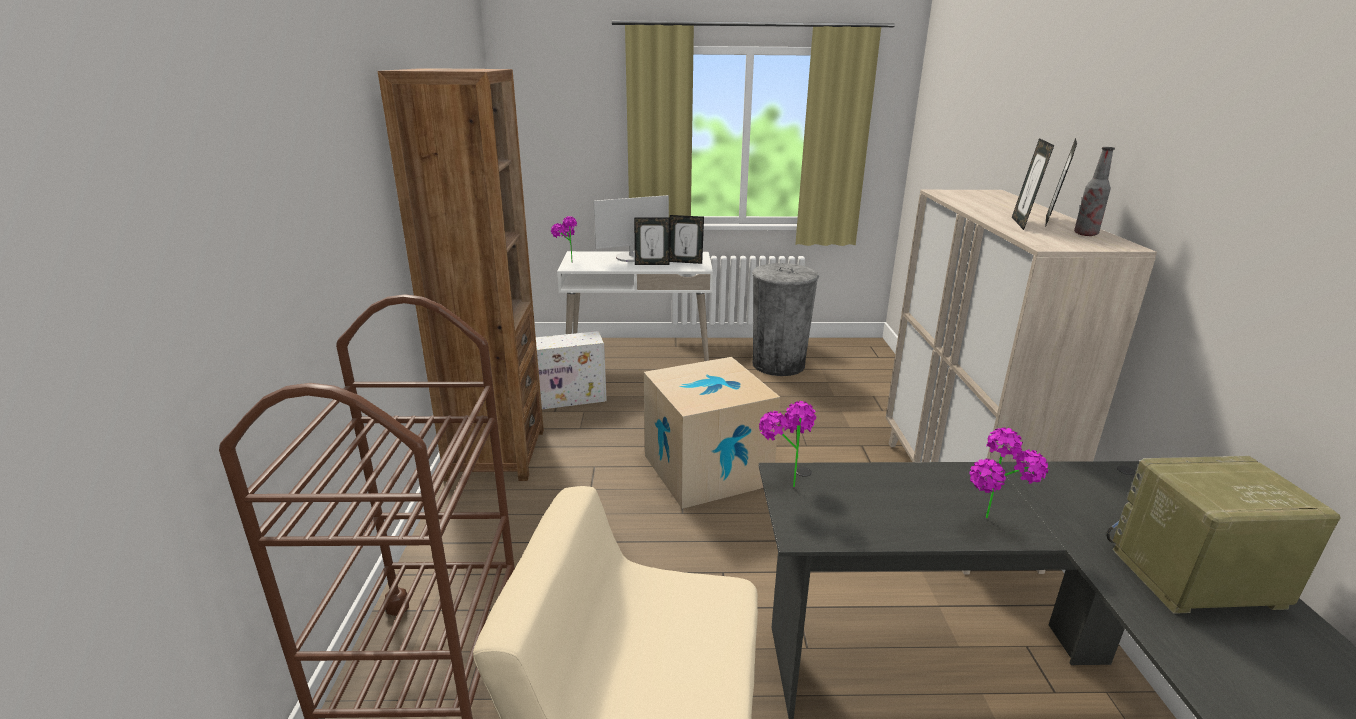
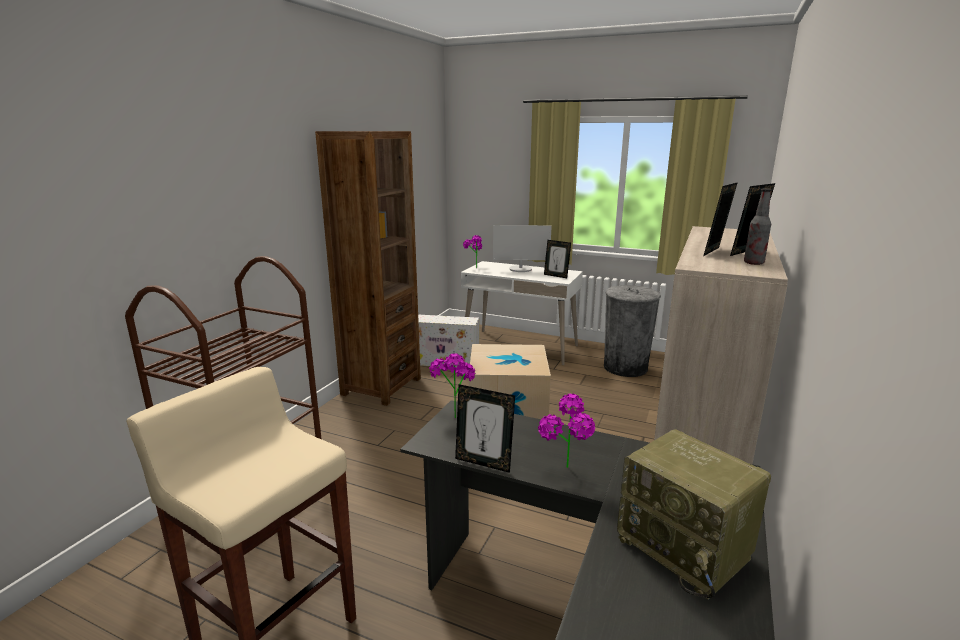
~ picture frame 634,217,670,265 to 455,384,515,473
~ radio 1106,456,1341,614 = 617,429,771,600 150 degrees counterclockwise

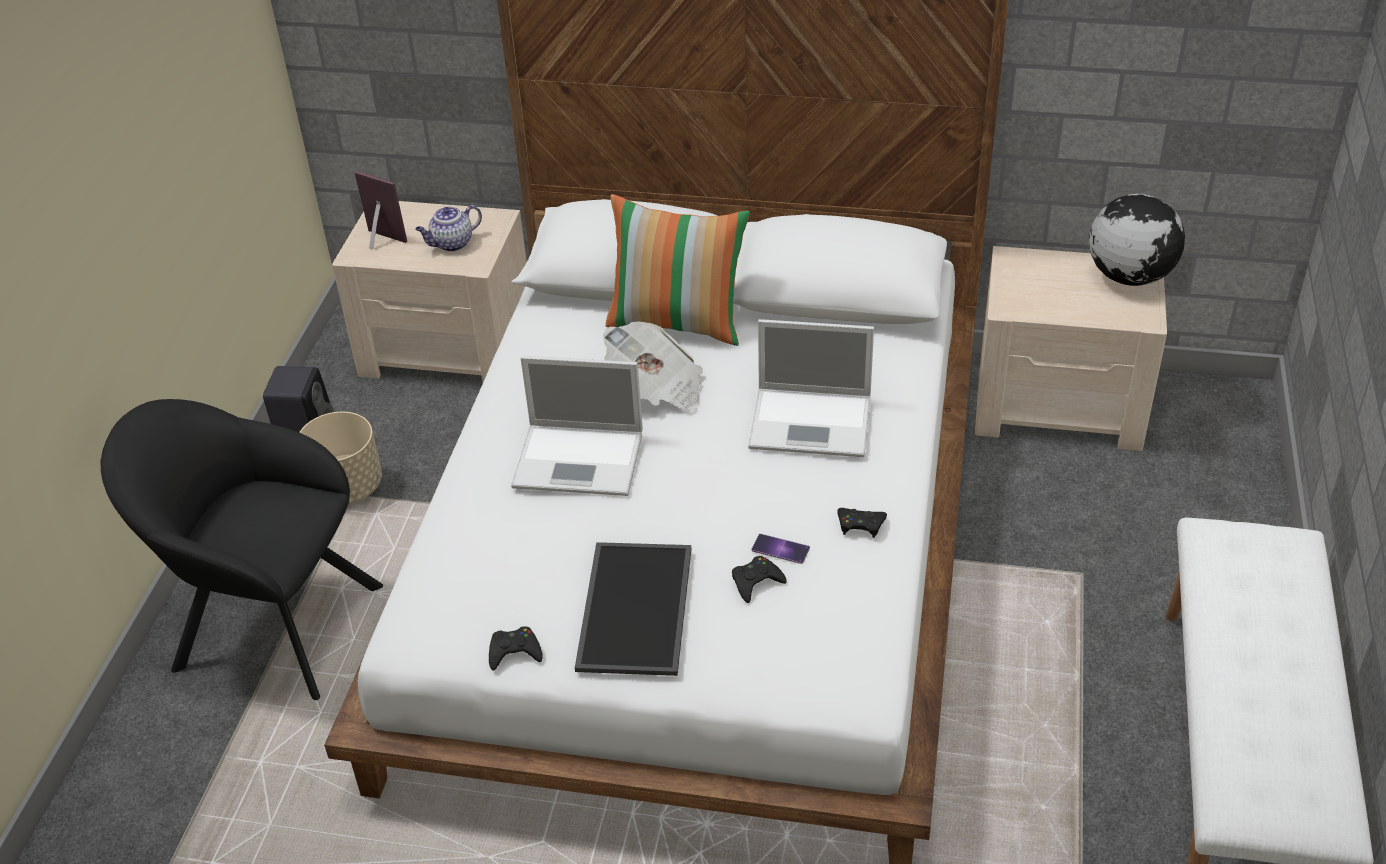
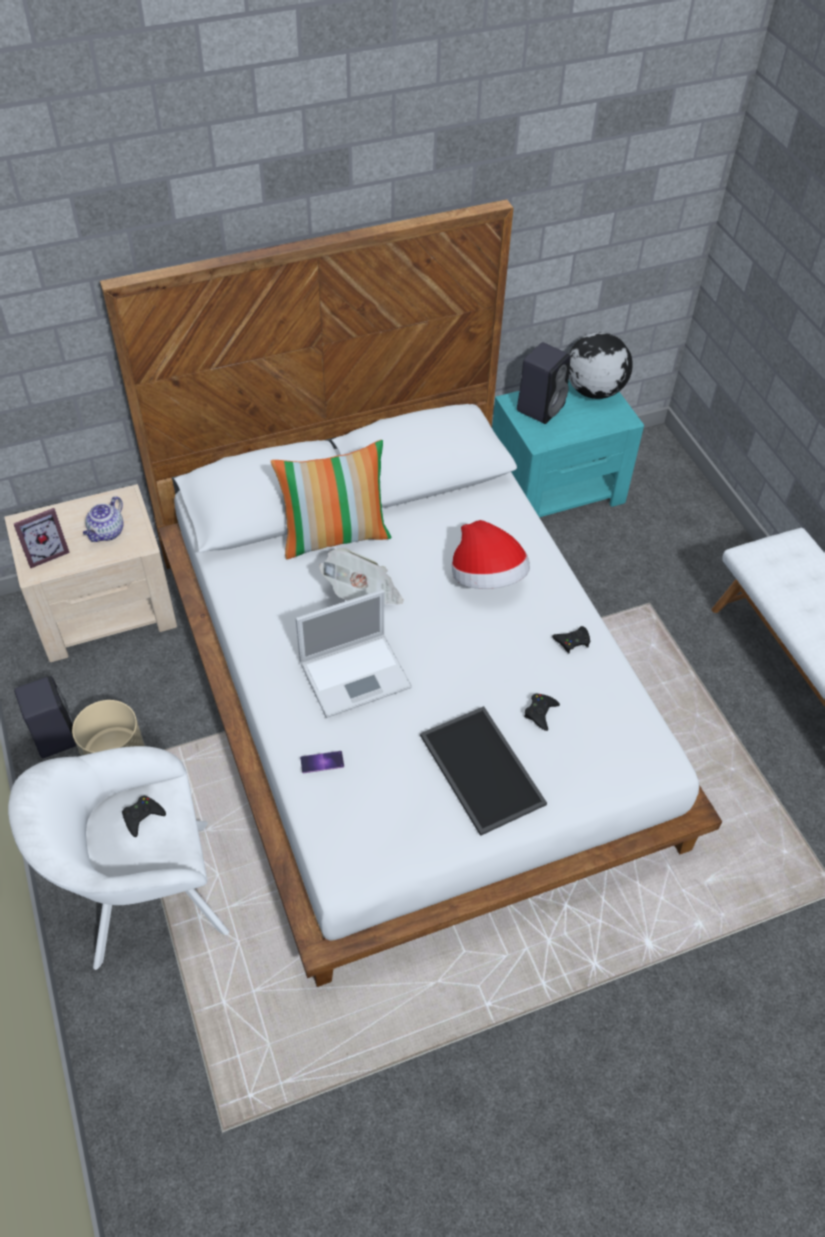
+ black speaker 517,342,570,424
~ black game controller 489,626,543,671 to 122,796,166,837
~ phone 752,534,810,564 to 300,751,344,773
~ laptop 748,319,874,457 to hat 452,520,530,589
~ black armchair 101,399,383,700 to white armchair 8,746,229,970
~ beige nightstand 975,246,1167,451 to turquoise nightstand 492,380,644,517
~ picture frame 355,171,407,249 = 14,508,70,568 150 degrees clockwise

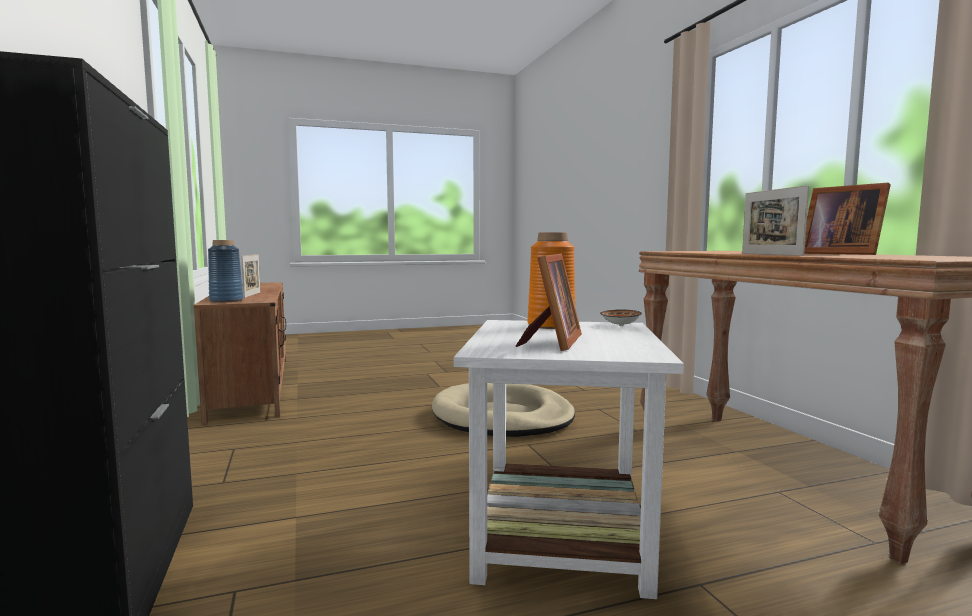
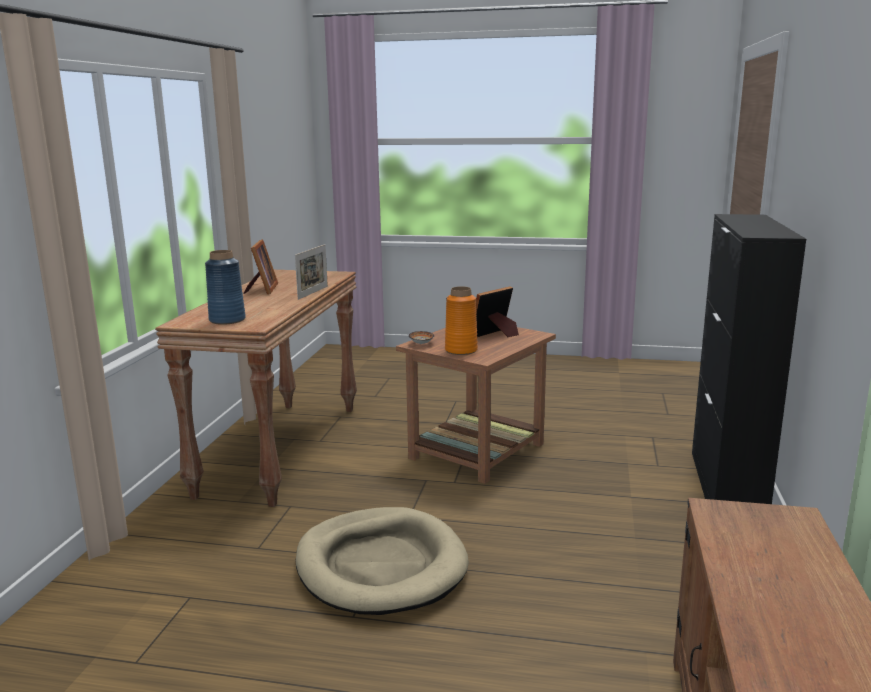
- picture frame 241,254,260,298
~ blue vase 208,240,244,303 to 205,250,246,325
~ white side table 454,320,684,599 to brown side table 396,327,556,484

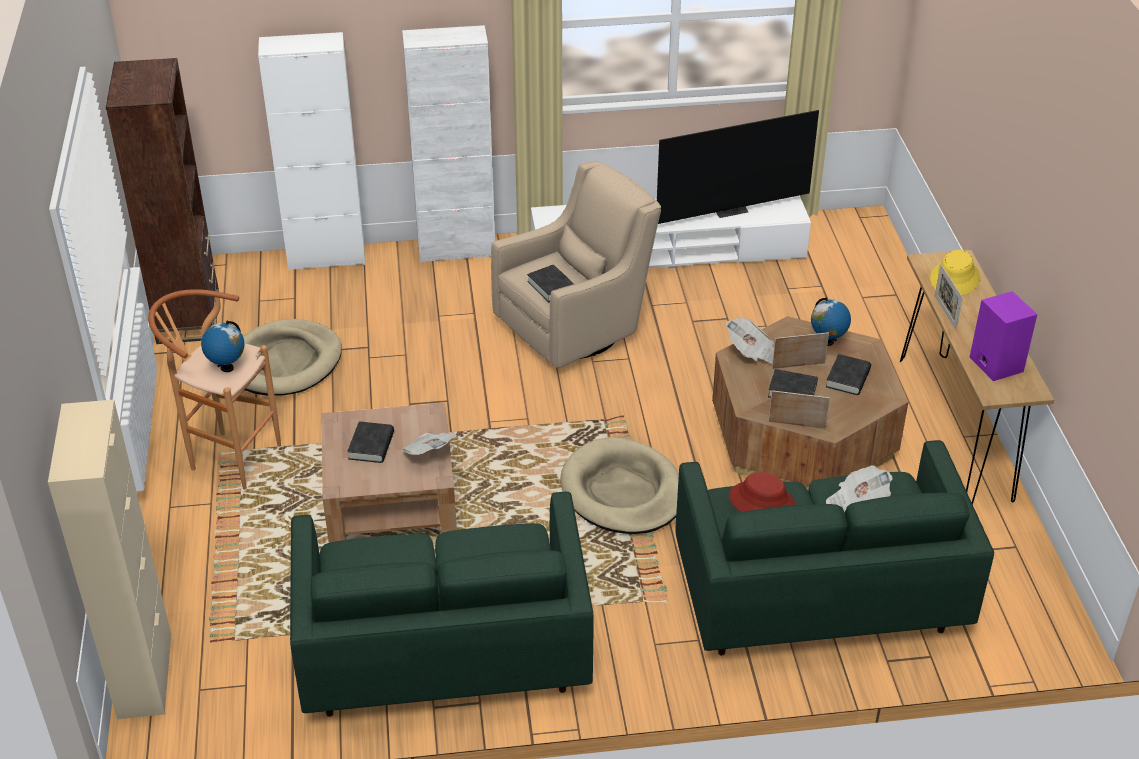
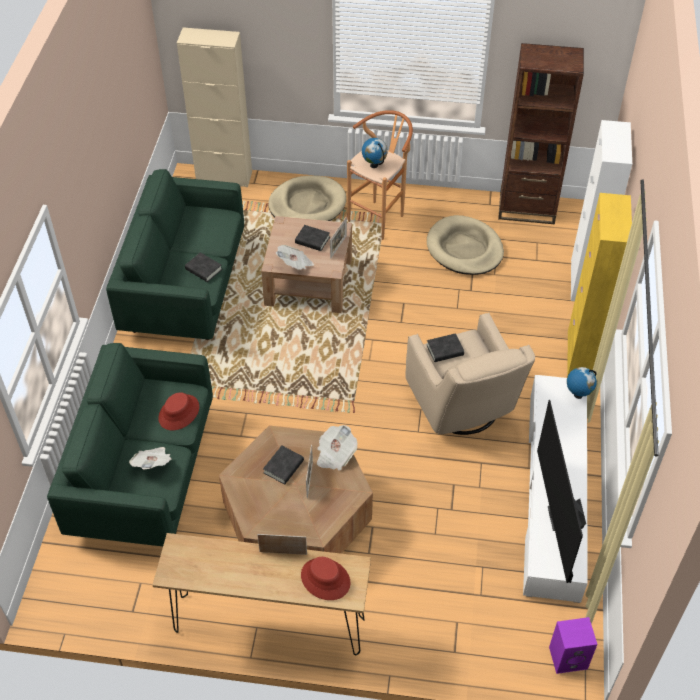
~ beige dog bed 560,437,679,534 to 268,175,346,221
~ picture frame 769,390,830,429 to 330,217,347,259
~ globe 811,297,851,346 to 567,367,597,399
~ black book 826,354,871,395 to 185,252,222,282
~ purple speaker 970,291,1037,381 to 549,617,597,674
~ white cabinet 402,25,495,263 to yellow cabinet 567,193,632,377
~ yellow hat 930,250,980,296 to red hat 301,557,351,600

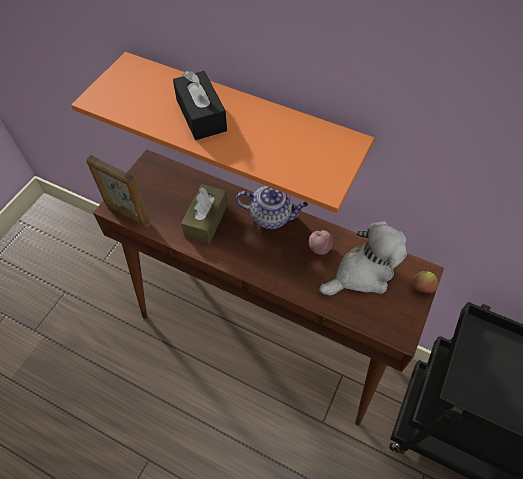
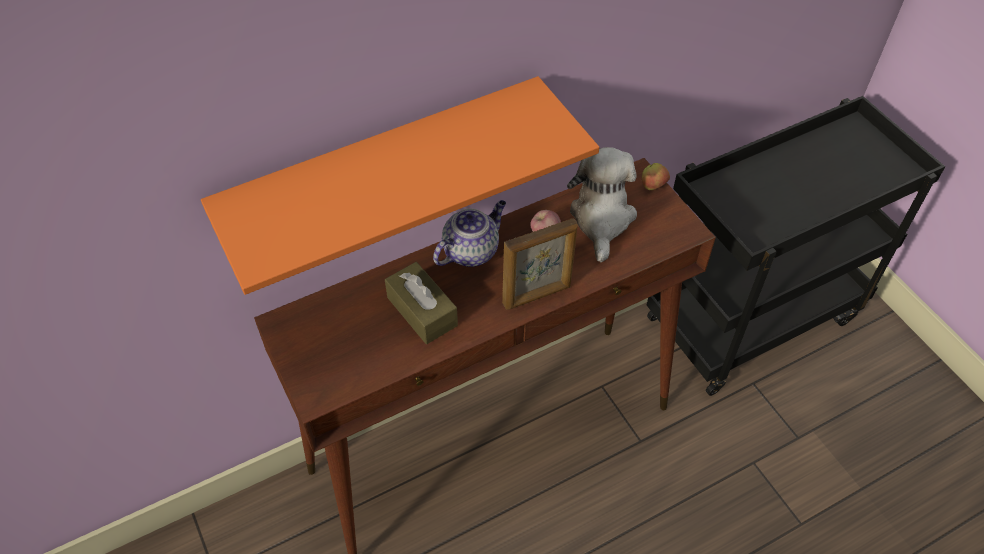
- black tissue box 173,71,227,140
~ picture frame 86,155,150,226 to 502,218,578,310

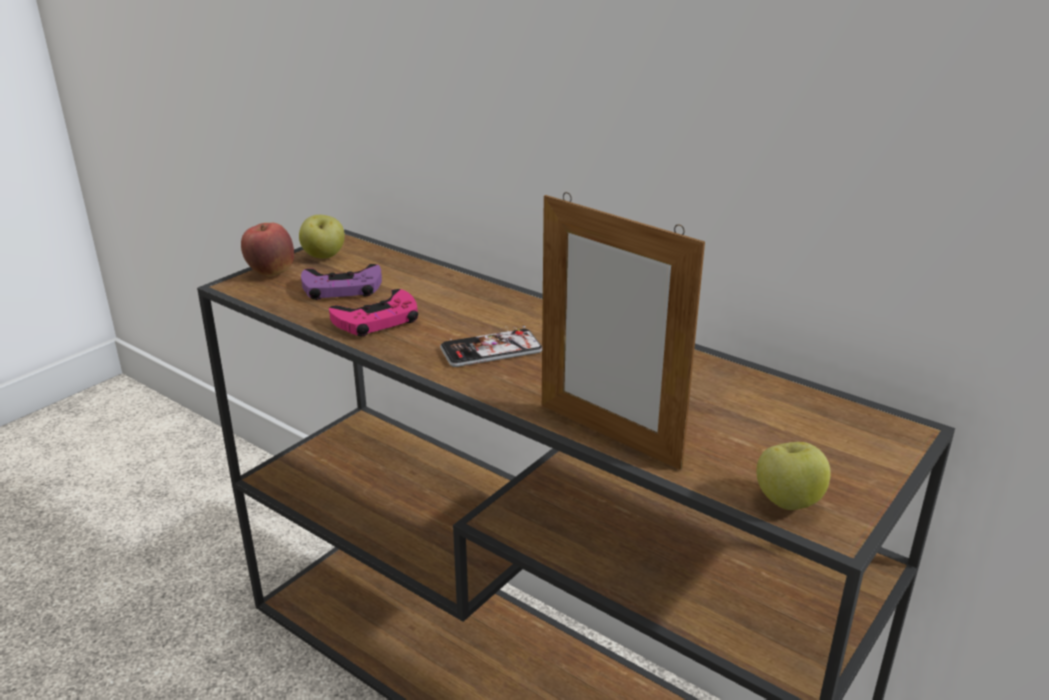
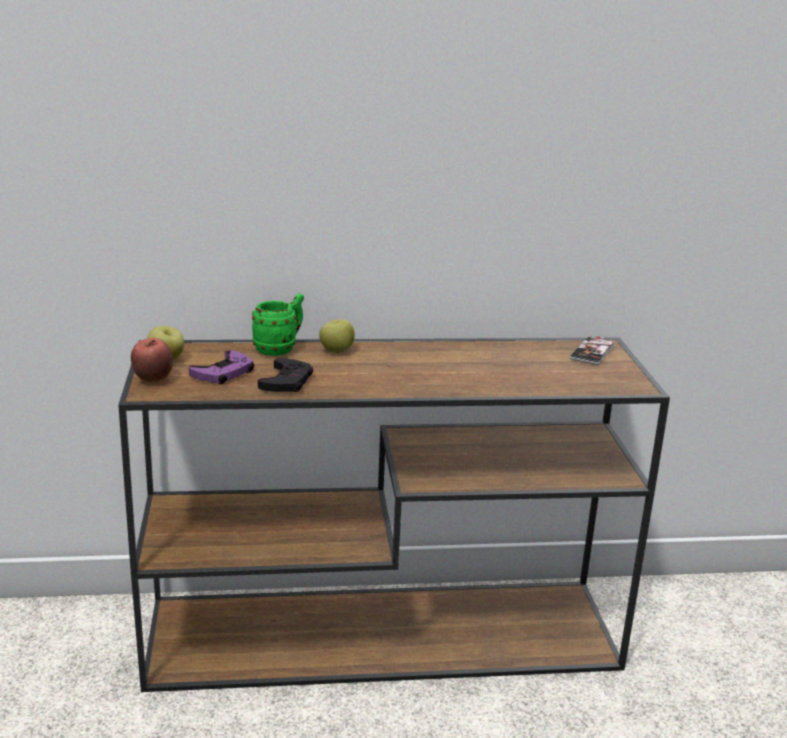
- picture frame 542,192,705,470
+ green mug 252,293,304,356
~ phone 440,326,542,367 to 570,335,614,365
~ apple 757,442,831,510 to 319,319,355,353
~ pink game controller 329,289,418,336 to black game controller 258,358,313,392

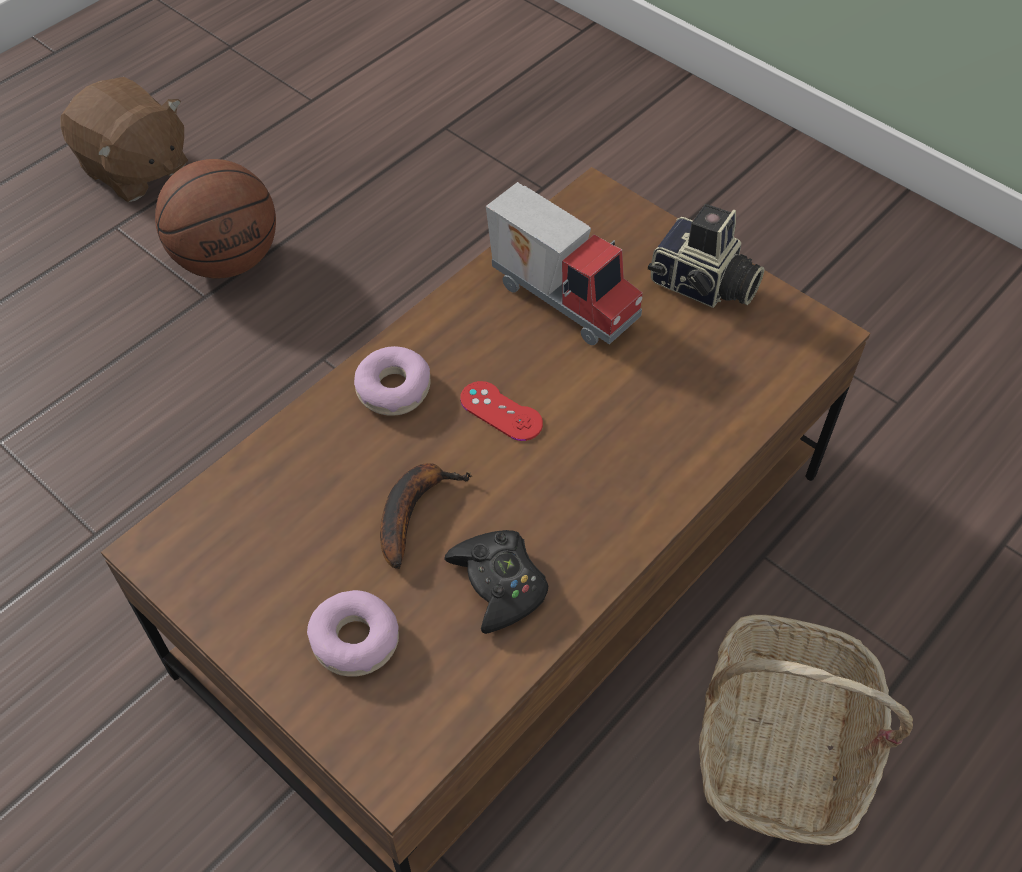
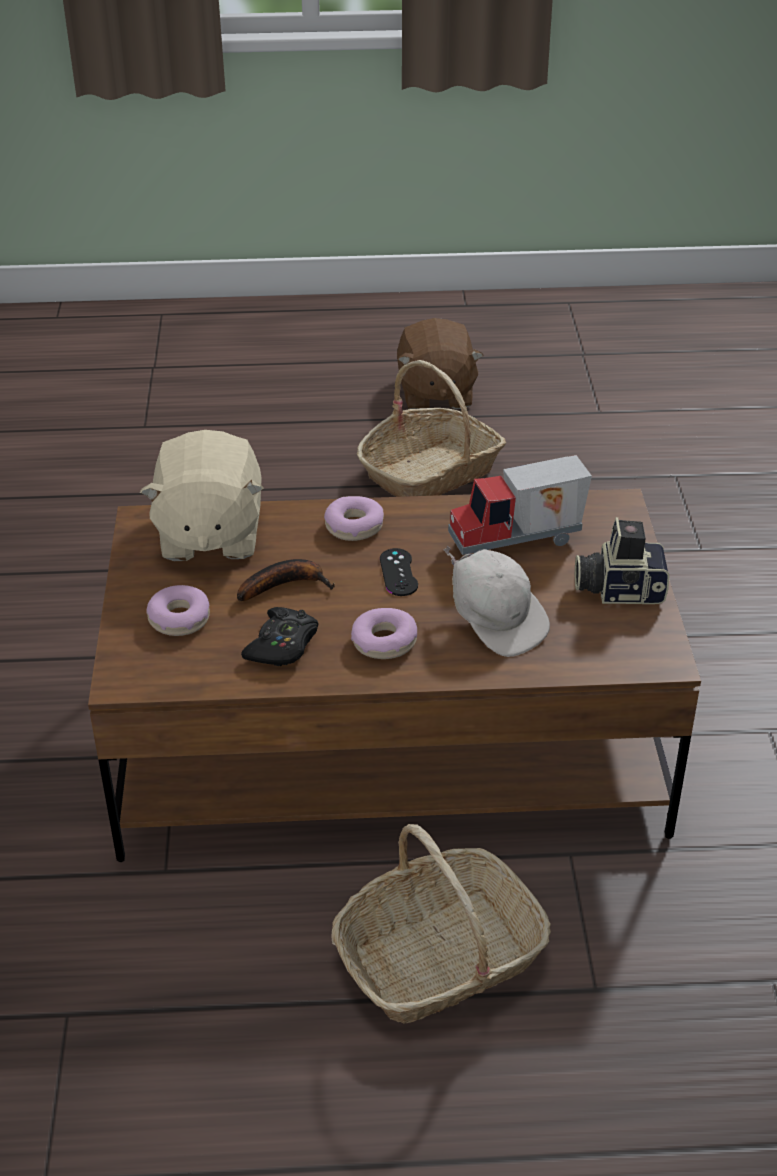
+ beige plush toy 140,430,264,561
+ donut 351,608,417,659
+ white cap 443,546,550,657
~ basketball 155,159,276,278 to basket 357,360,506,497
~ red game controller 460,381,543,441 to black game controller 380,548,418,596
~ toy truck 486,182,643,345 = 448,455,592,555 75 degrees clockwise
~ photo camera 648,204,764,308 = 575,517,669,604 105 degrees clockwise

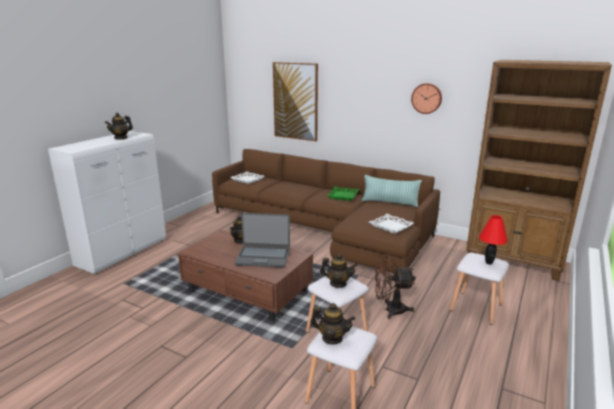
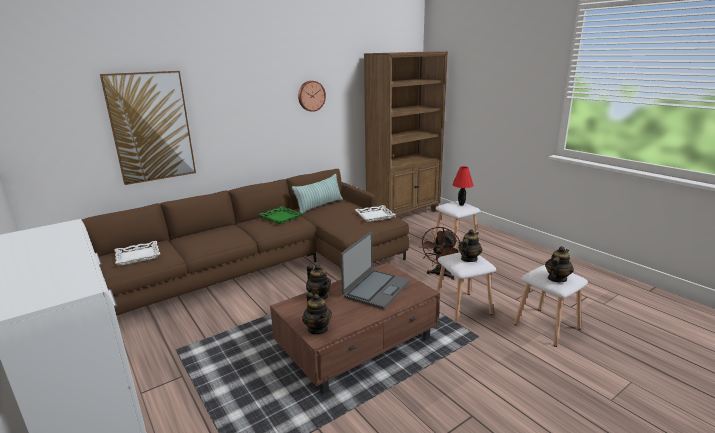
~ teapot 105,113,133,140 to 302,293,332,335

